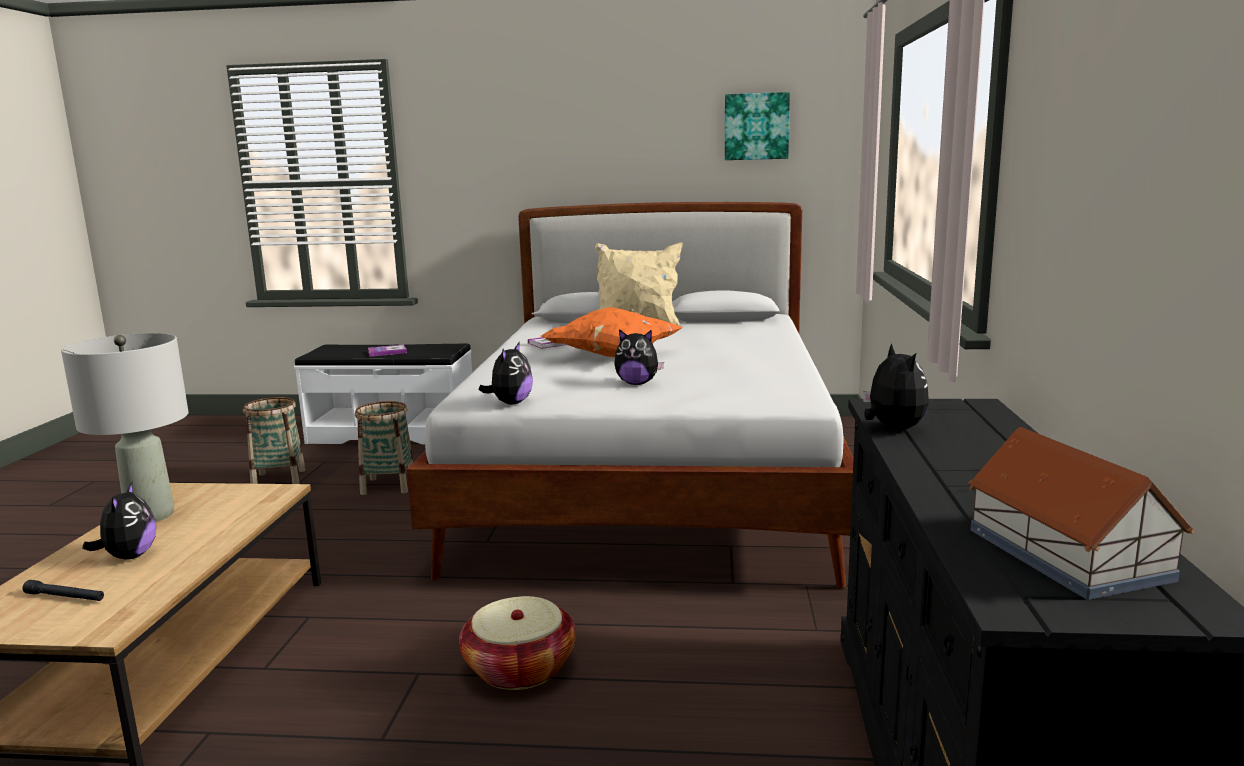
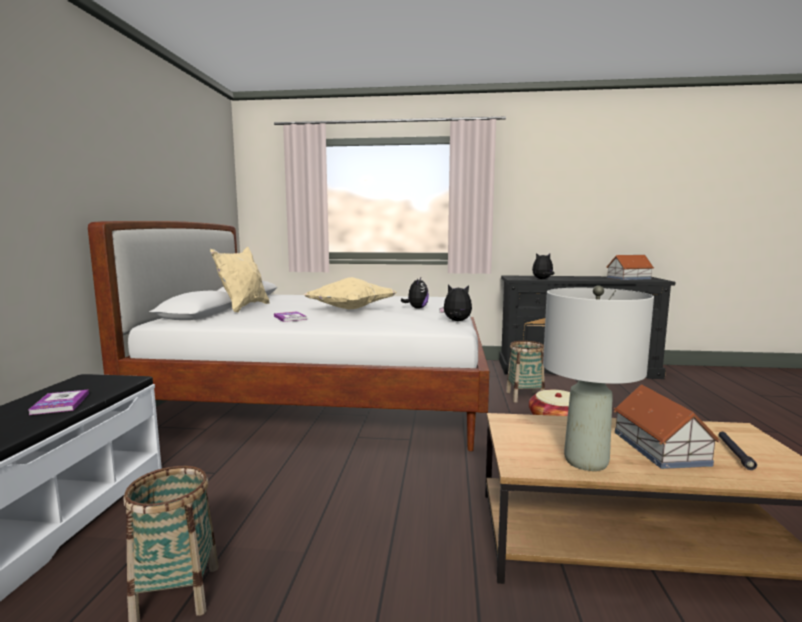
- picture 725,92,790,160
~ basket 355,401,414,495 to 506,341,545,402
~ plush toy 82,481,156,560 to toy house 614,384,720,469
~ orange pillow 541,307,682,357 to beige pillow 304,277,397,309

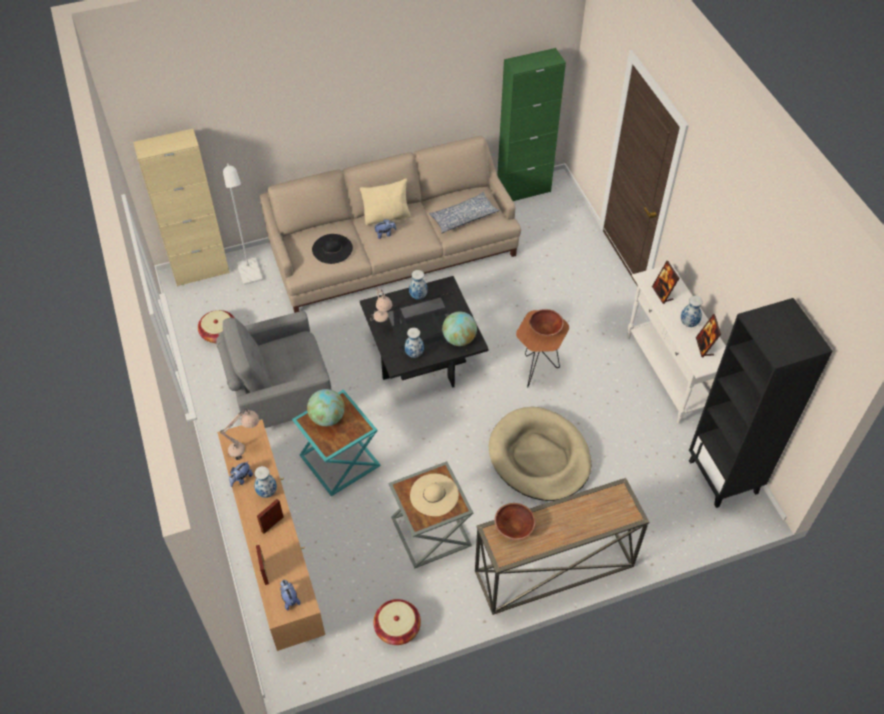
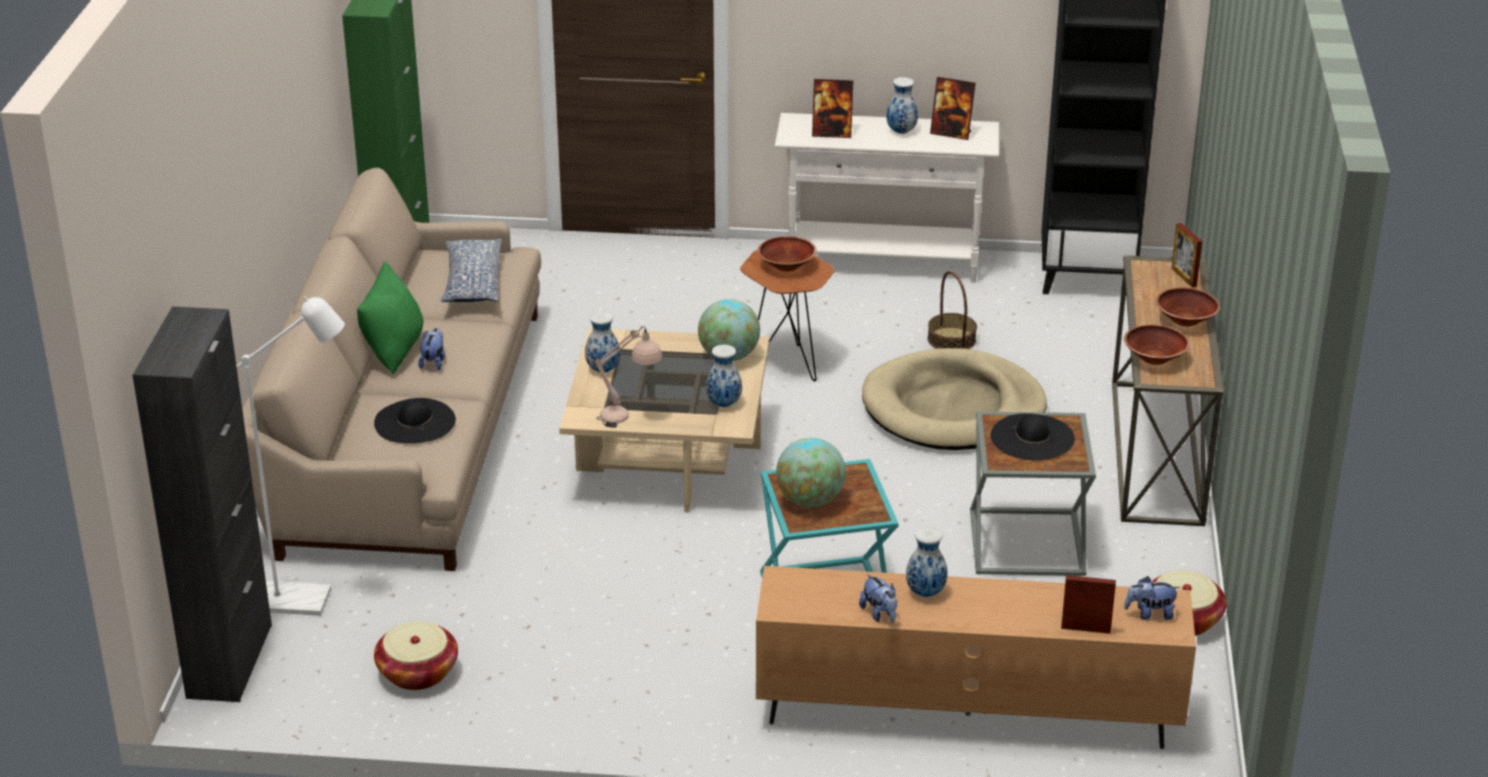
- grey armchair 216,311,332,428
- beige table lamp 220,409,259,460
+ basket 928,271,977,349
+ brown bowl 1156,288,1220,326
~ picture frame 257,499,284,534 to 1171,223,1202,287
~ beige cabinet 133,129,230,287 to black cabinet 133,307,272,702
~ beige pillow 360,179,411,225 to green pillow 357,261,424,374
~ black coffee table 360,276,489,388 to beige coffee table 559,328,769,512
~ beige hat 410,474,459,516 to black hat 991,413,1075,460

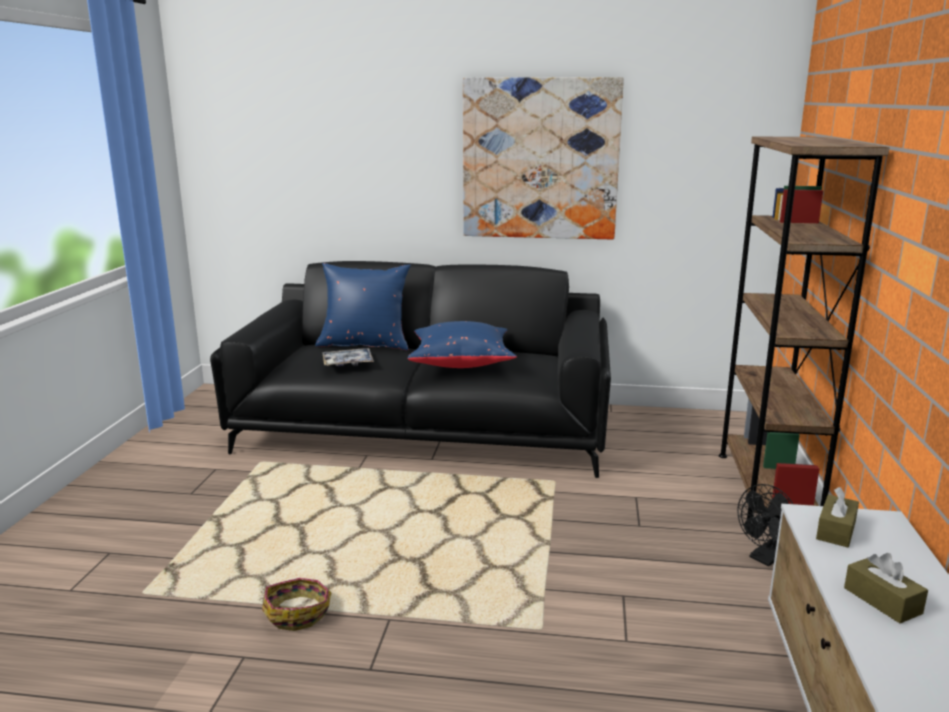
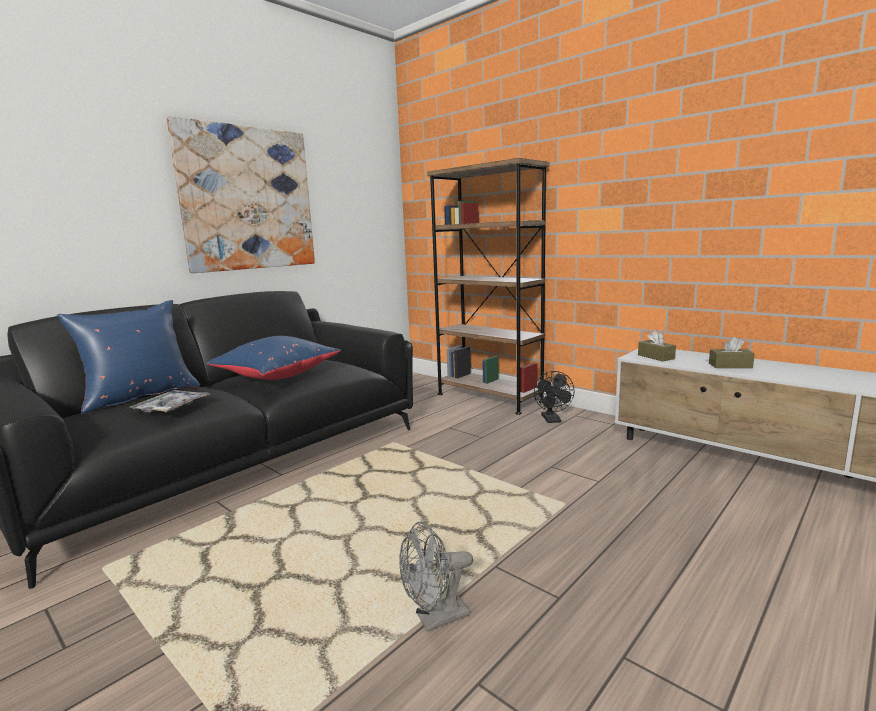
~ basket 262,578,331,631 to grey fan 399,522,473,632

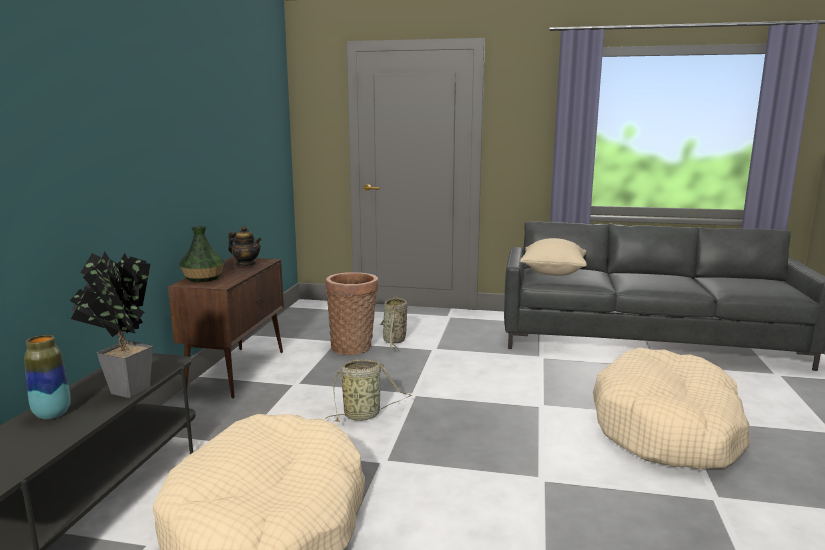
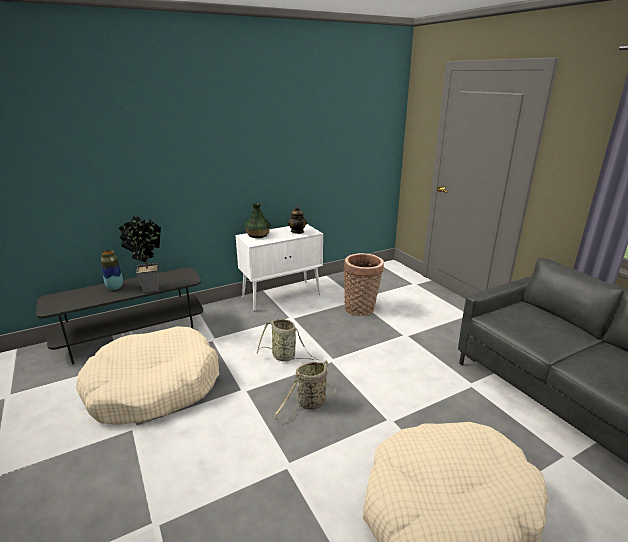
- beige pillow 520,238,587,276
~ basket 380,297,408,351 to 274,360,336,422
~ brown cabinet 168,257,284,398 to white cabinet 236,224,323,311

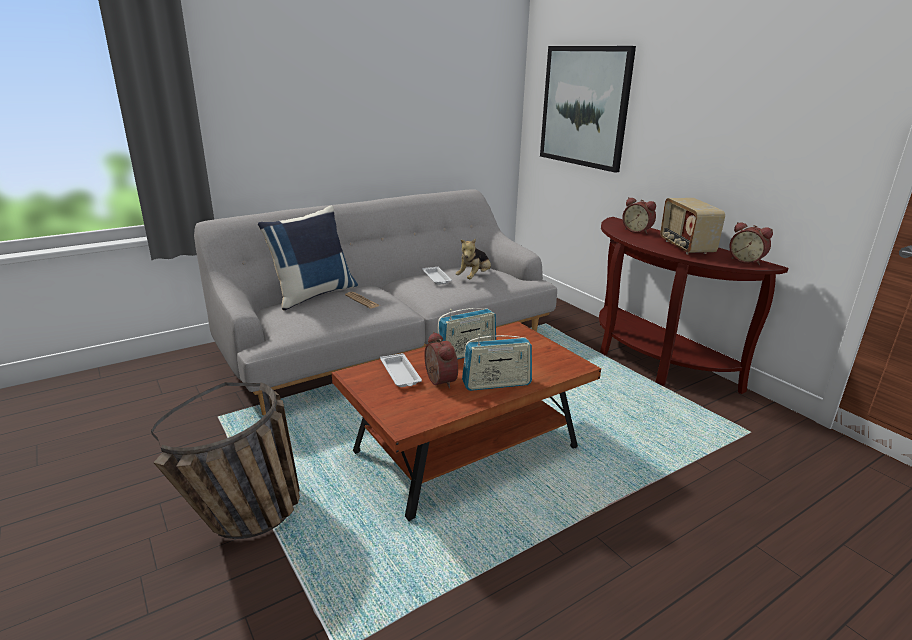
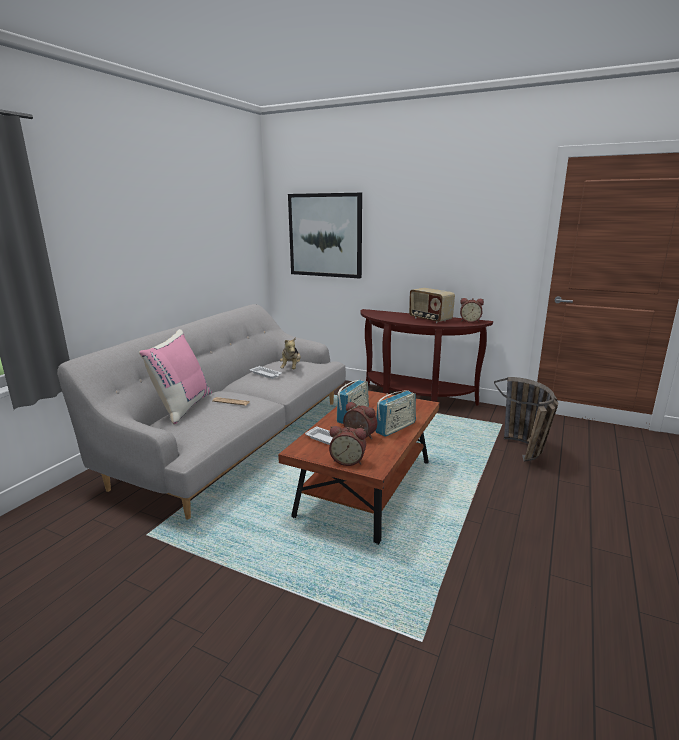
~ basket 151,382,300,539 to 494,377,558,462
~ alarm clock 622,197,656,234 to 329,426,366,466
~ blue pillow 258,206,358,311 to pink pillow 139,329,212,424

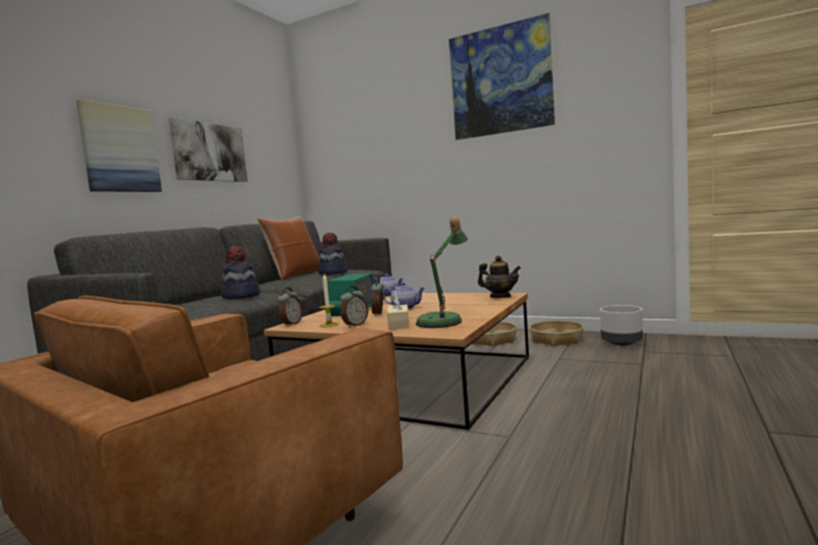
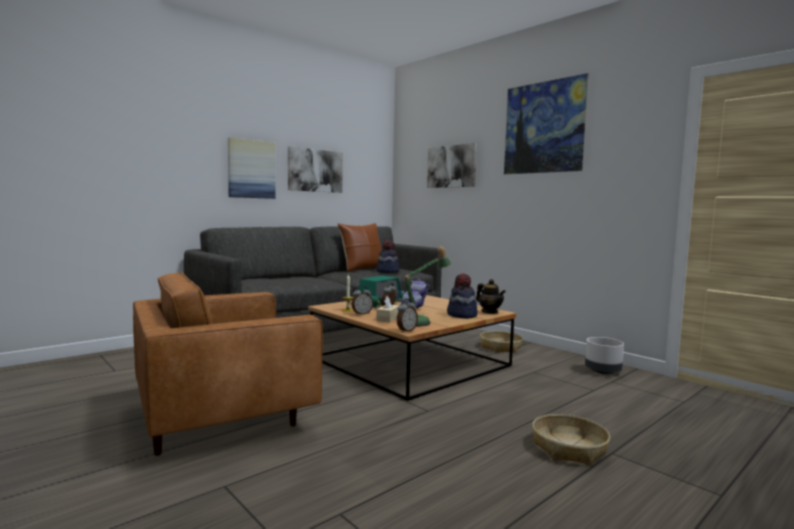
+ picture 427,143,477,188
~ hat 221,246,260,299 to 447,273,478,319
~ alarm clock 278,287,303,327 to 397,299,418,332
~ basket 529,320,584,347 to 532,414,610,465

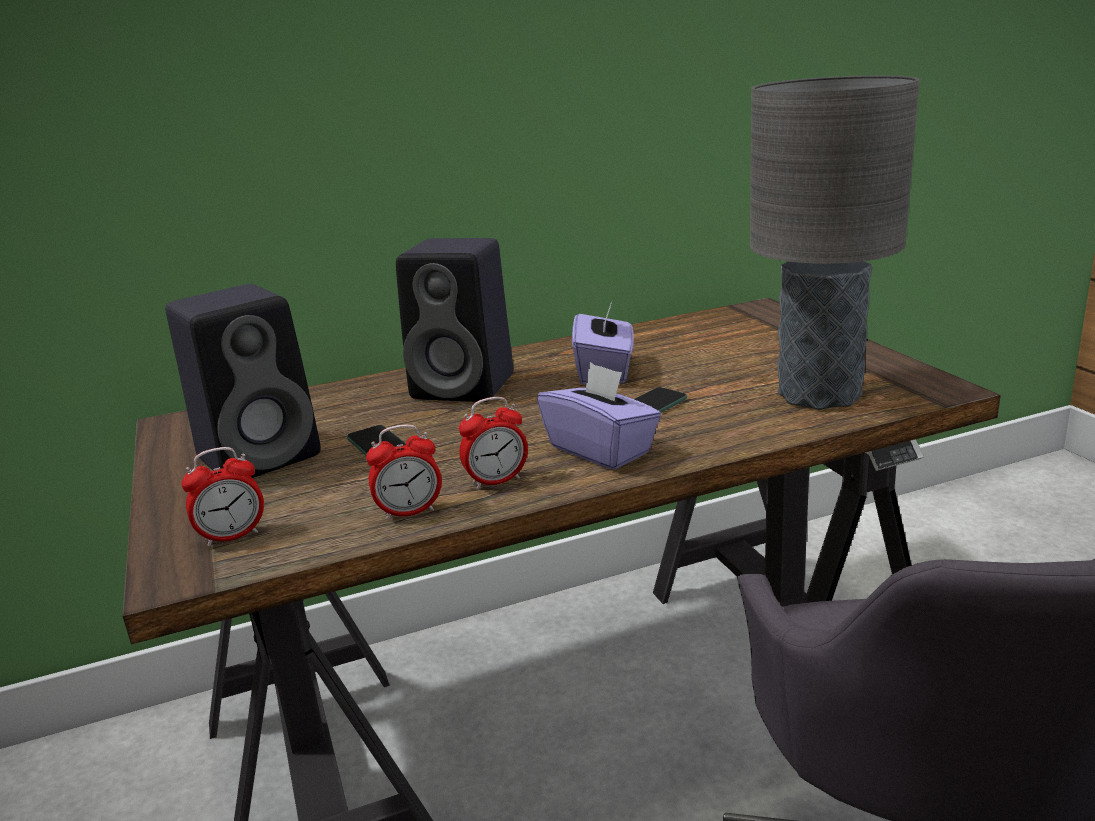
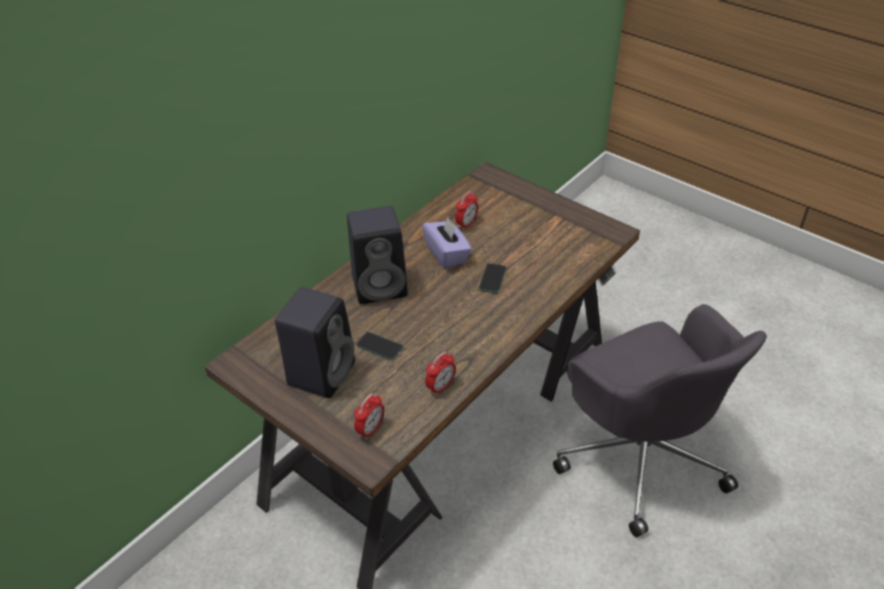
- purple tissue box 537,362,661,470
- grey table lamp 750,75,920,410
~ alarm clock 459,397,528,489 to 455,191,478,230

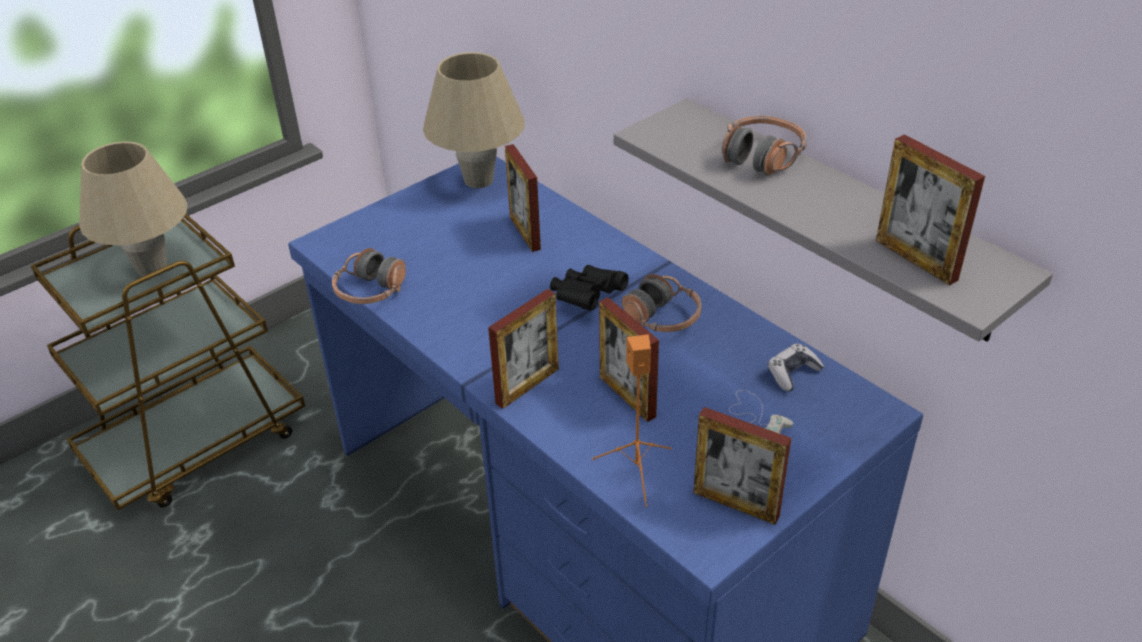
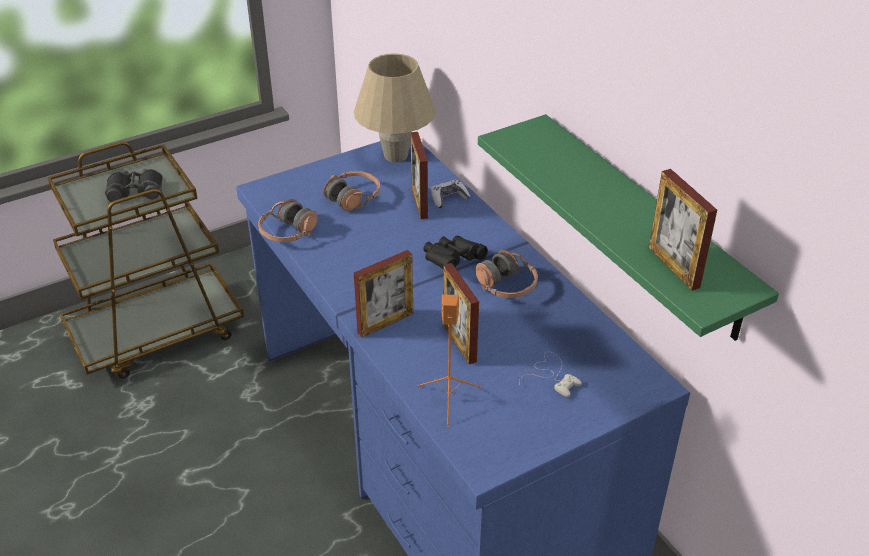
- picture frame 693,407,791,525
~ headphones 722,116,807,176 to 323,171,380,211
~ game controller 768,343,824,392 to 431,180,470,208
~ beige table lamp 79,141,188,276 to black binoculars 105,169,163,202
~ grey shelf 614,98,1053,342 to green shelf 478,114,779,341

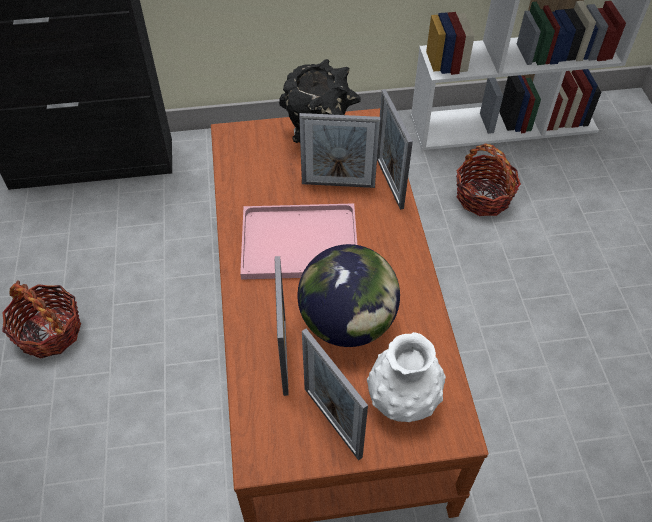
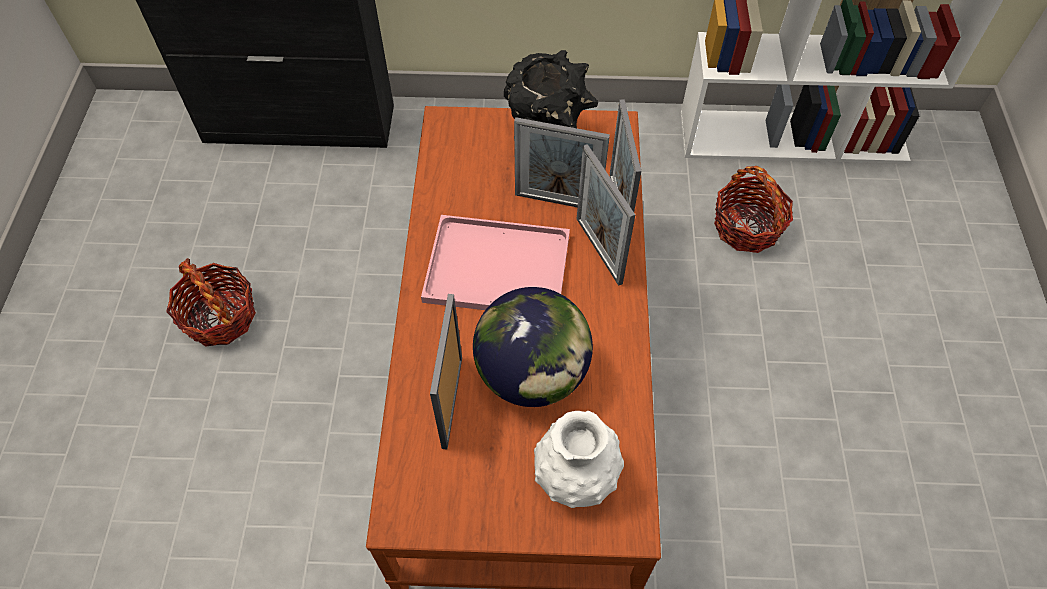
~ picture frame 302,329,368,460 to 577,144,635,286

